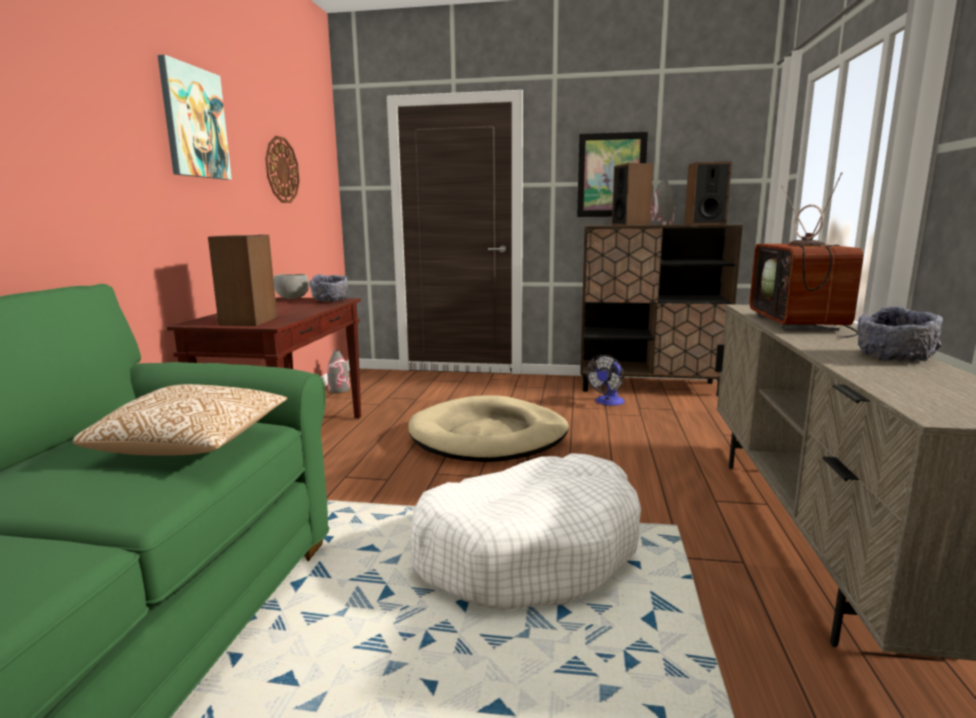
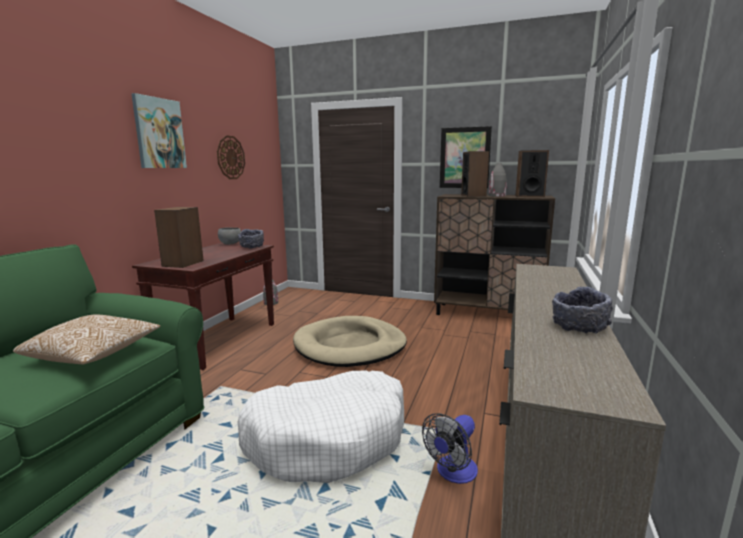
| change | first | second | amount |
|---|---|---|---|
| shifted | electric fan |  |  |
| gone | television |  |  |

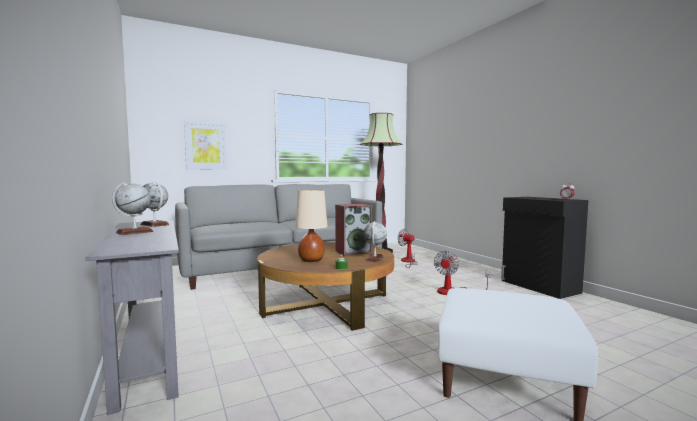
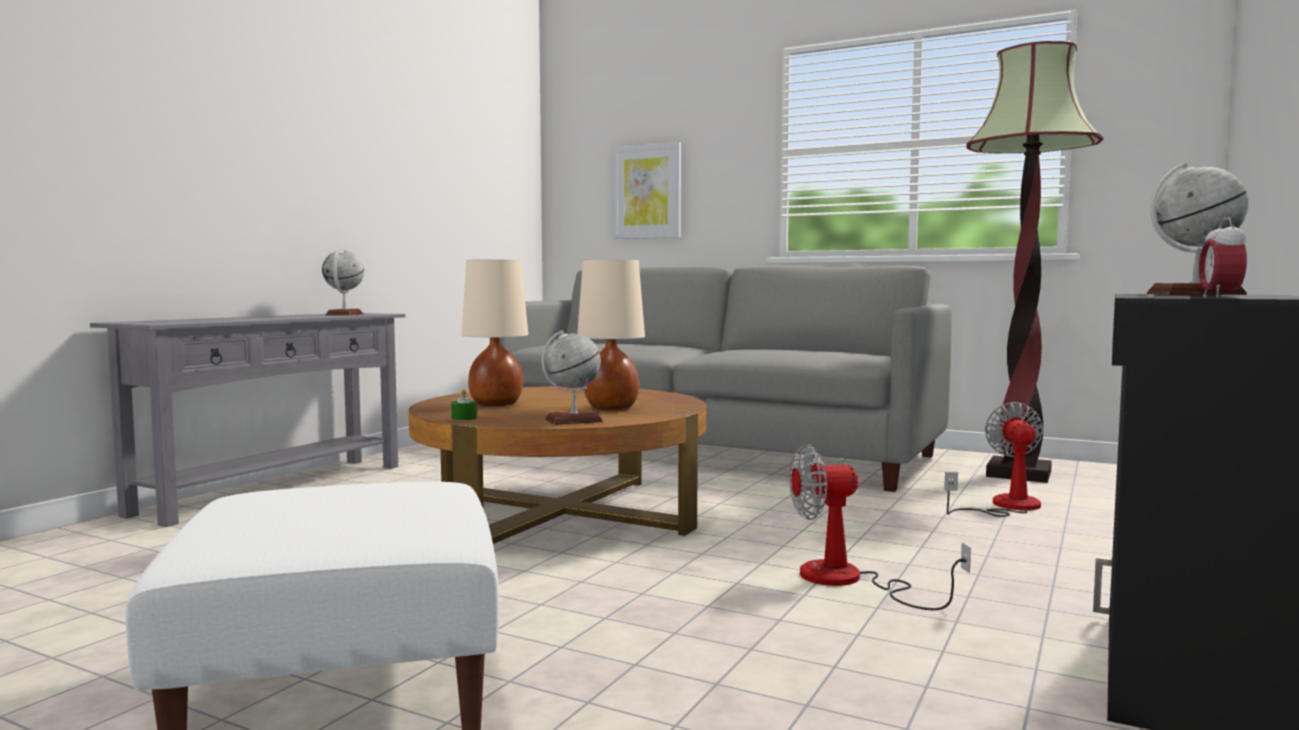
| change | first | second | amount |
|---|---|---|---|
| shifted | world globe (no. 1 from left in the first image) | world globe (no. 3 from left) |  |
| swapped | speaker | sand-coloured tabletop lamp (no. 2 from left) |  |

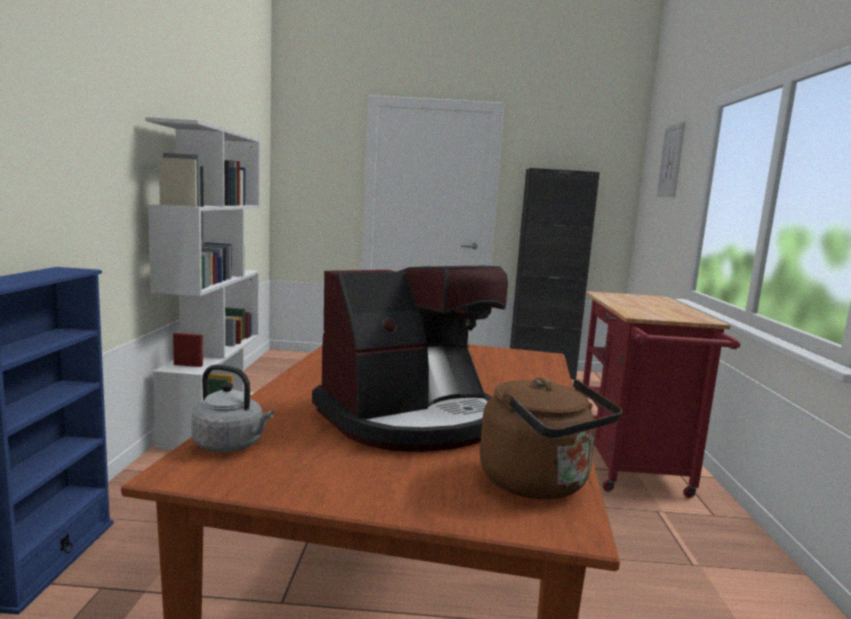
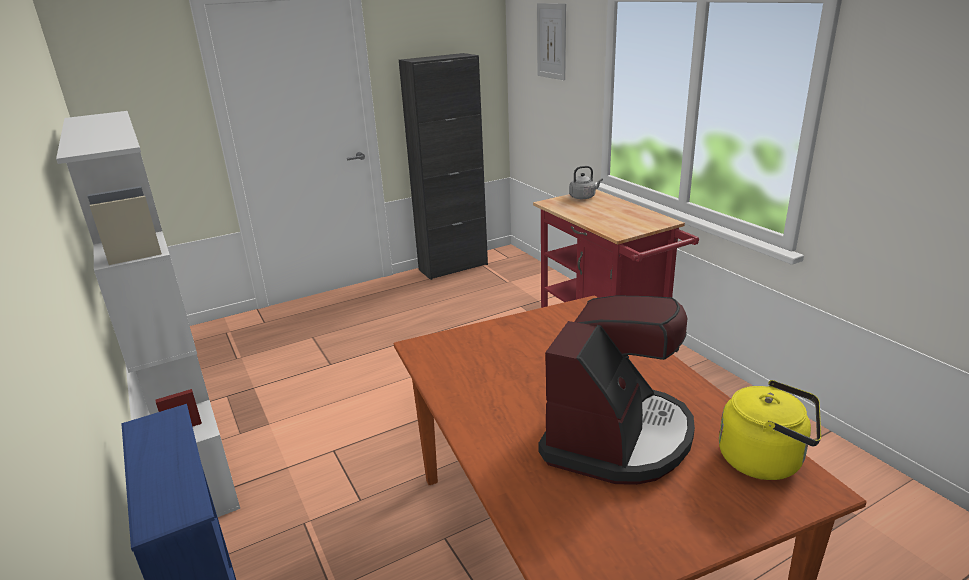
| change | first | second | amount |
|---|---|---|---|
| shifted | gray water kettle |  |  |
| repainted | brown water kettle | yellow-coloured water kettle |  |

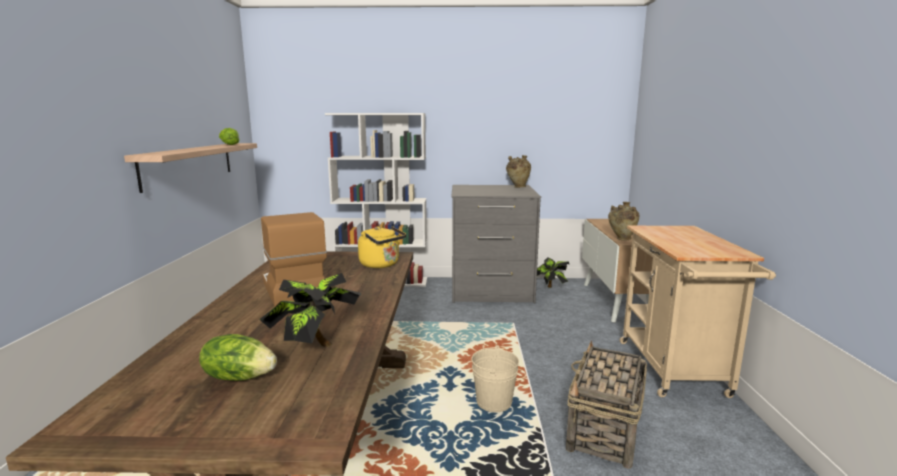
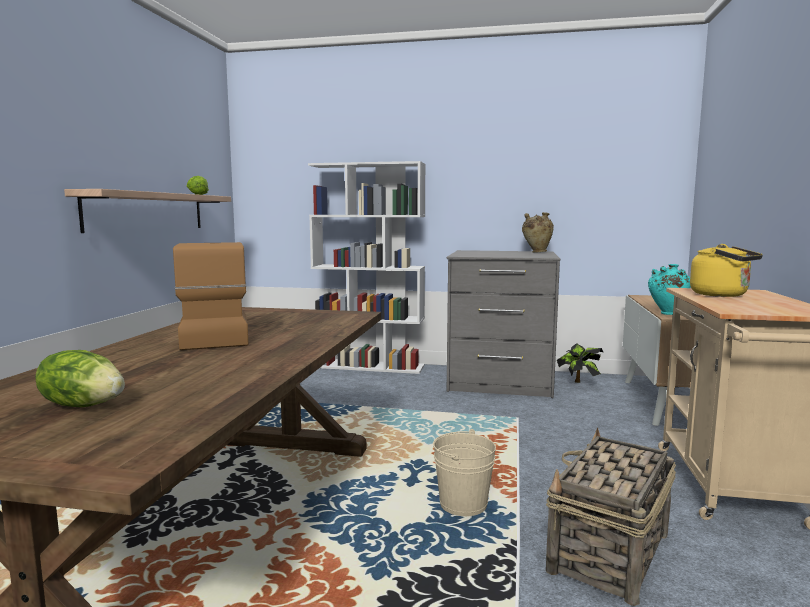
| change | first | second | amount |
|---|---|---|---|
| gone | potted plant (no. 1 from left) |  |  |
| shifted | yellow-coloured water kettle |  |  |
| repainted | sand-coloured vase (no. 2 from left) | turquoise-coloured vase |  |

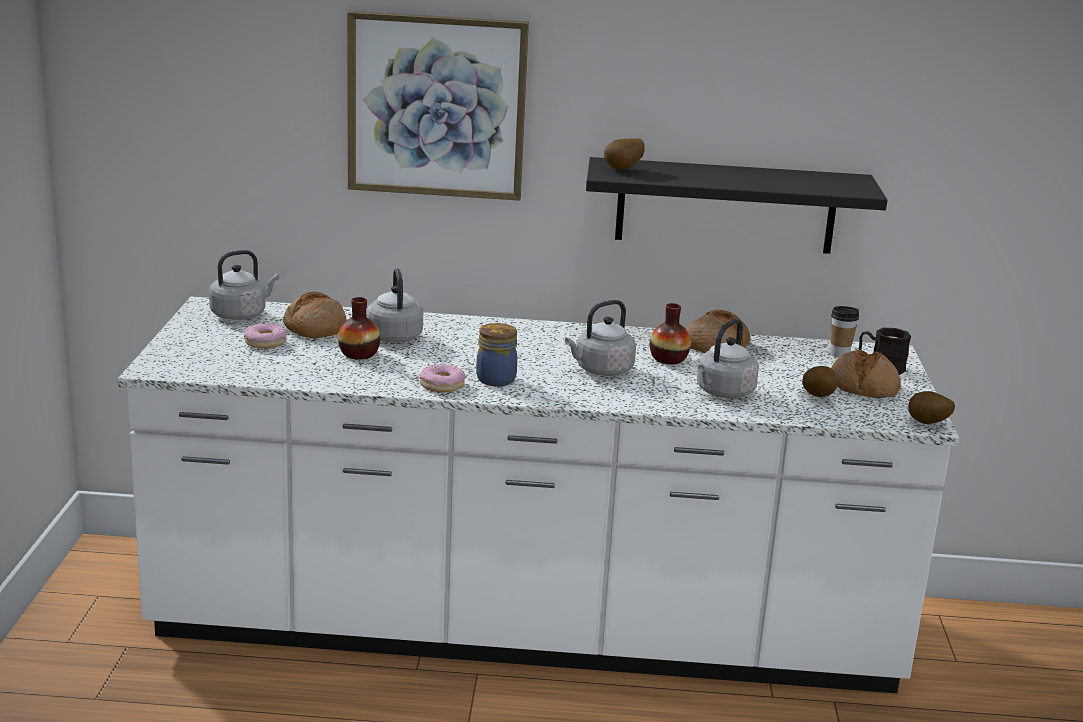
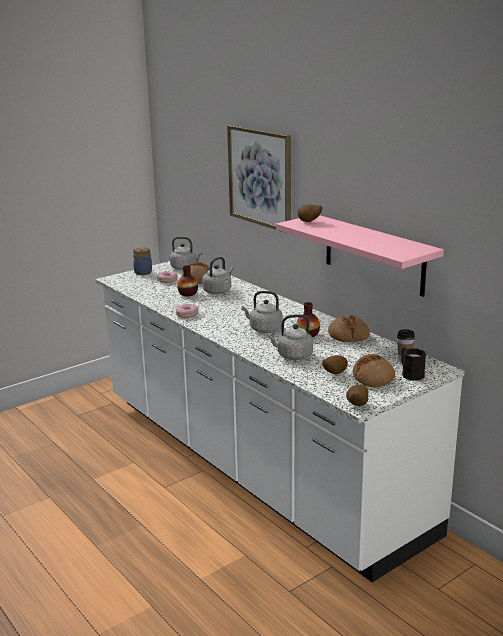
| change | first | second | amount |
|---|---|---|---|
| shifted | preserve jar |  |  |
| repainted | blackish shelf | pink shelf |  |

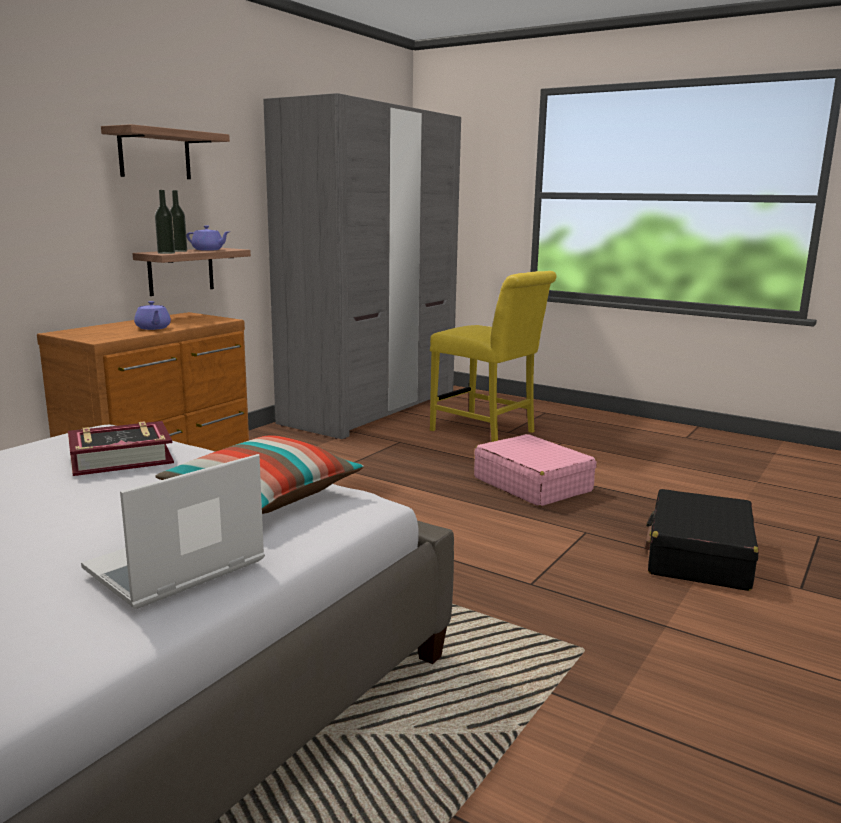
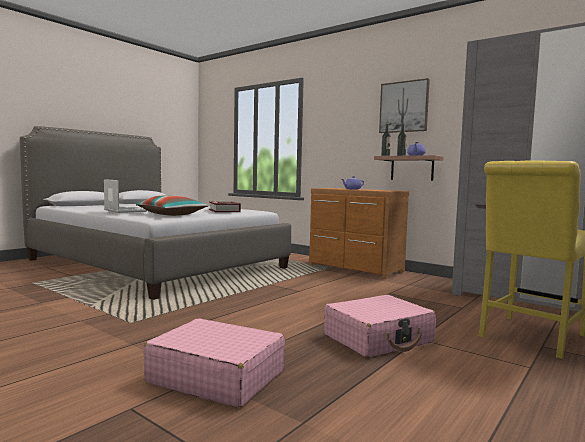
| change | first | second | amount |
|---|---|---|---|
| swapped | shelf (no. 1 from left) | wall art |  |
| repainted | blackish piece of luggage | pink piece of luggage (no. 1 from left) |  |

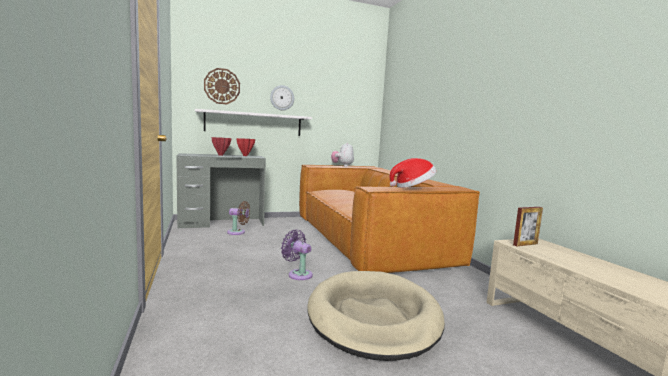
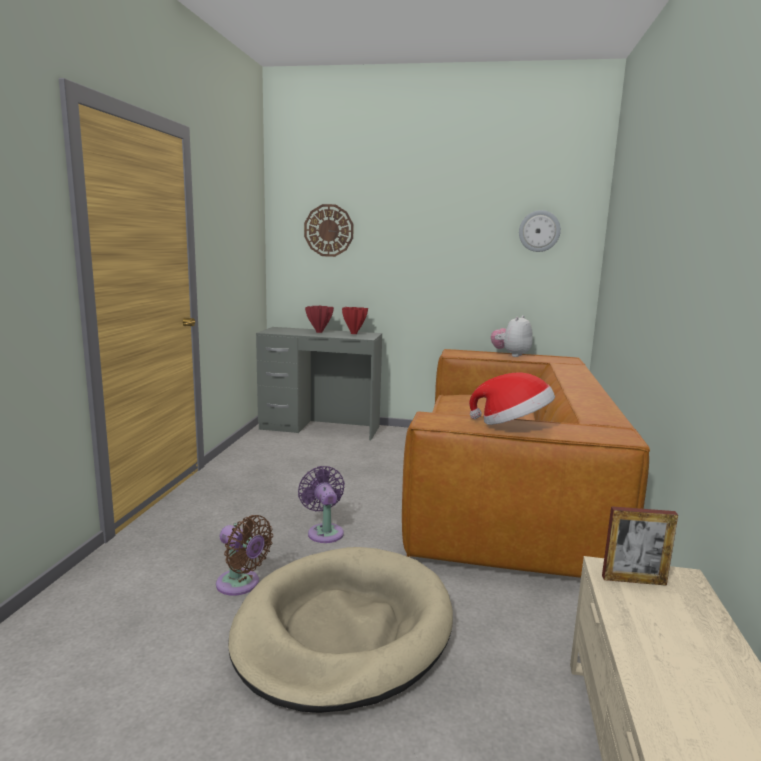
| change | first | second | amount |
|---|---|---|---|
| gone | whitish shelf |  |  |
| shifted | brown electric fan |  |  |
| shifted | wall clock (no. 2 from left) |  |  |

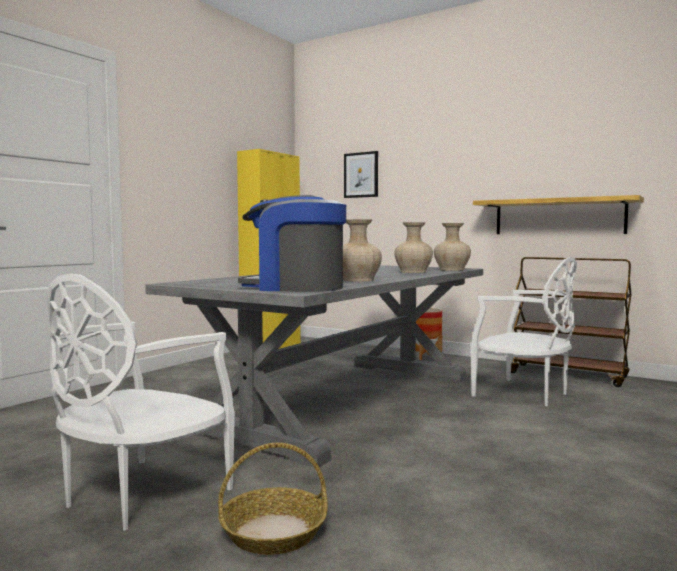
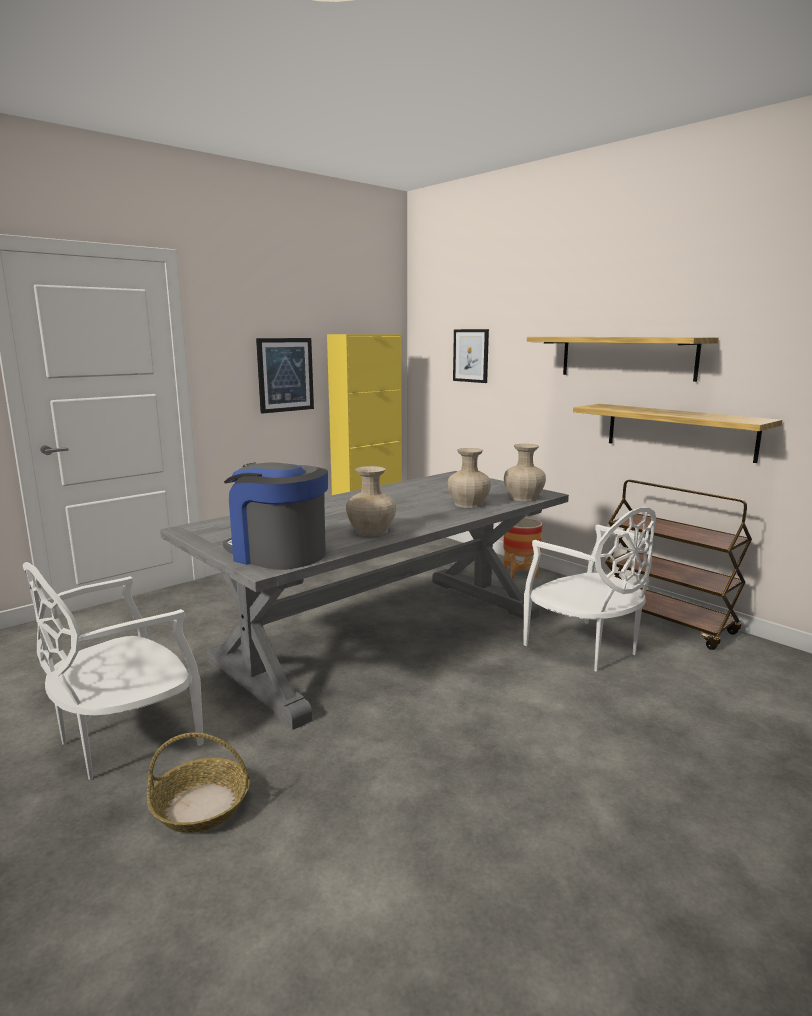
| change | first | second | amount |
|---|---|---|---|
| new |  | wall art (no. 1 from left) |  |
| new |  | shelf (no. 1 from left) |  |

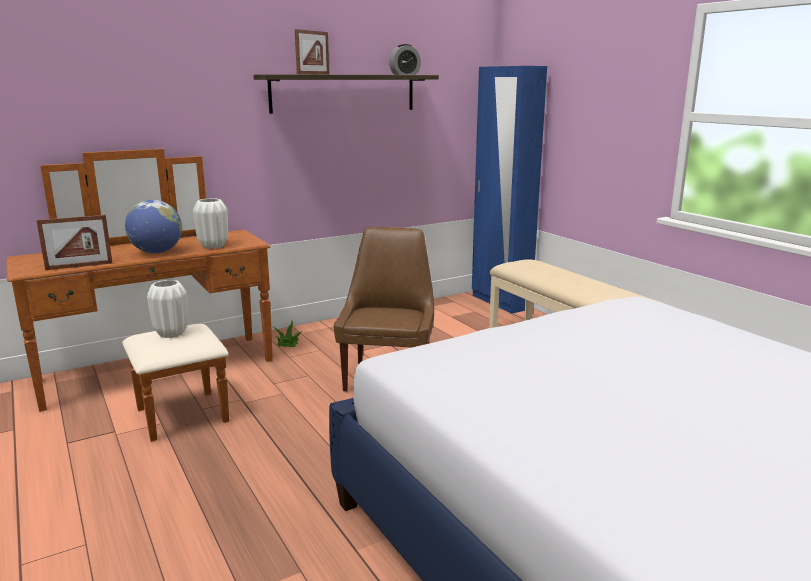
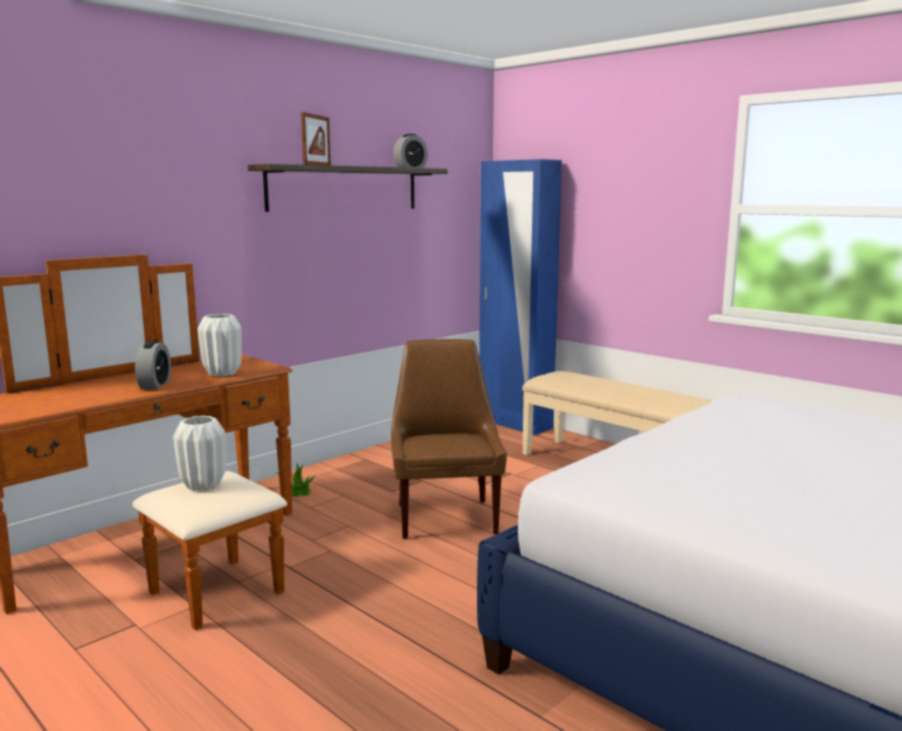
| change | first | second | amount |
|---|---|---|---|
| gone | photo frame (no. 1 from left) |  |  |
| swapped | world globe | bedside clock (no. 1 from left) |  |

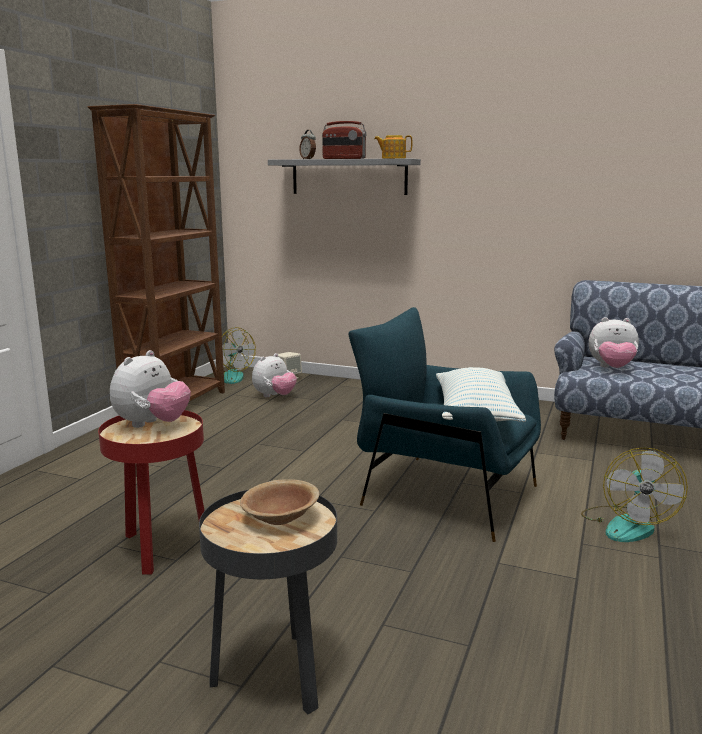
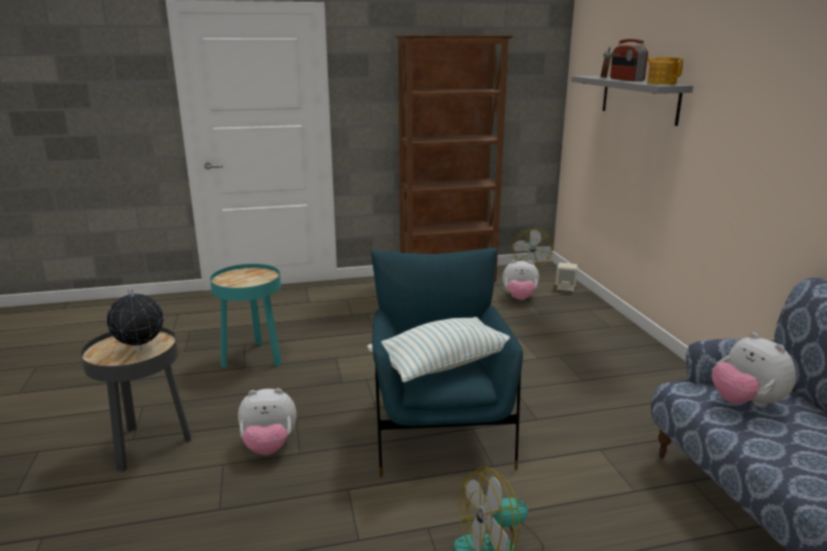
| change | first | second | amount |
|---|---|---|---|
| repainted | reddish side table | turquoise-coloured side table |  |
| shifted | soft toy (no. 1 from left) |  |  |
| swapped | brown deep dish | world globe |  |

